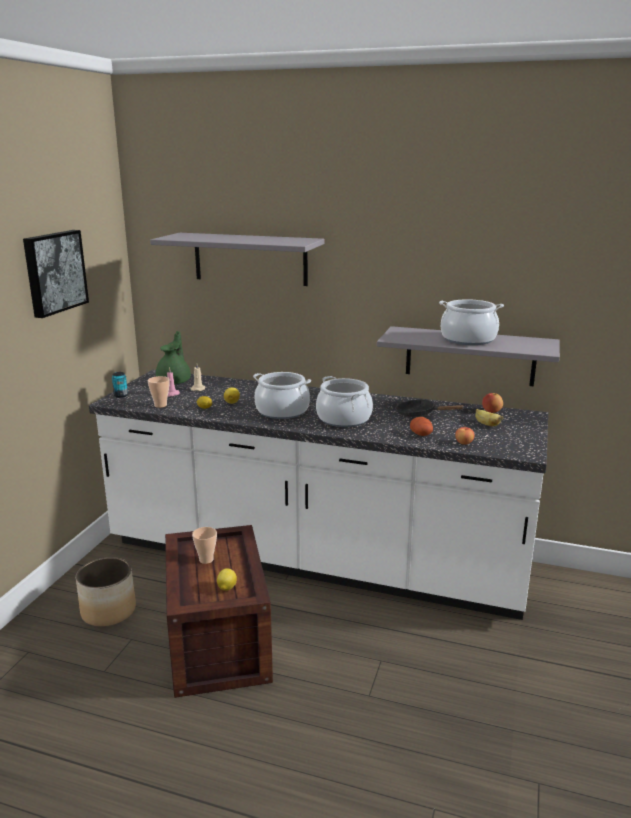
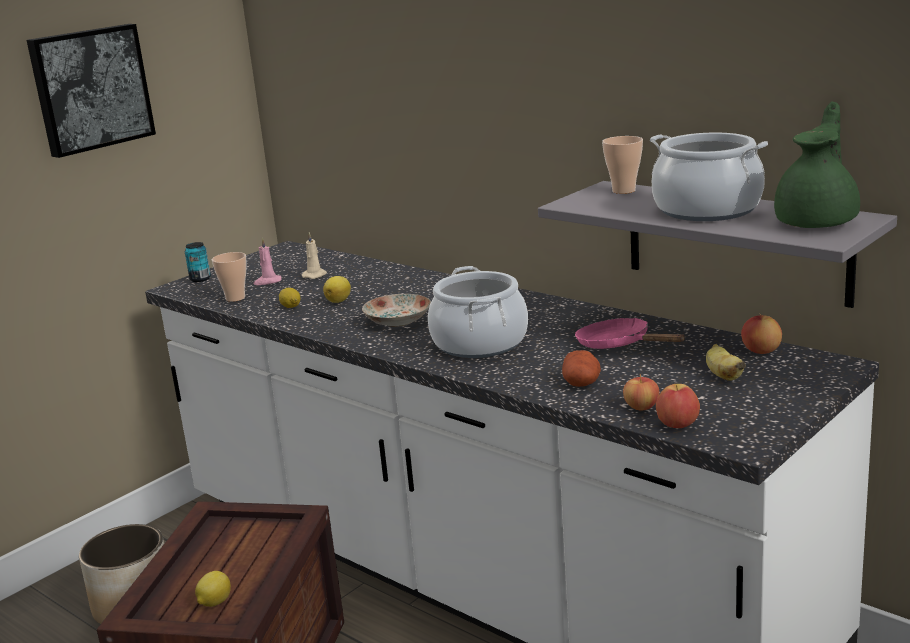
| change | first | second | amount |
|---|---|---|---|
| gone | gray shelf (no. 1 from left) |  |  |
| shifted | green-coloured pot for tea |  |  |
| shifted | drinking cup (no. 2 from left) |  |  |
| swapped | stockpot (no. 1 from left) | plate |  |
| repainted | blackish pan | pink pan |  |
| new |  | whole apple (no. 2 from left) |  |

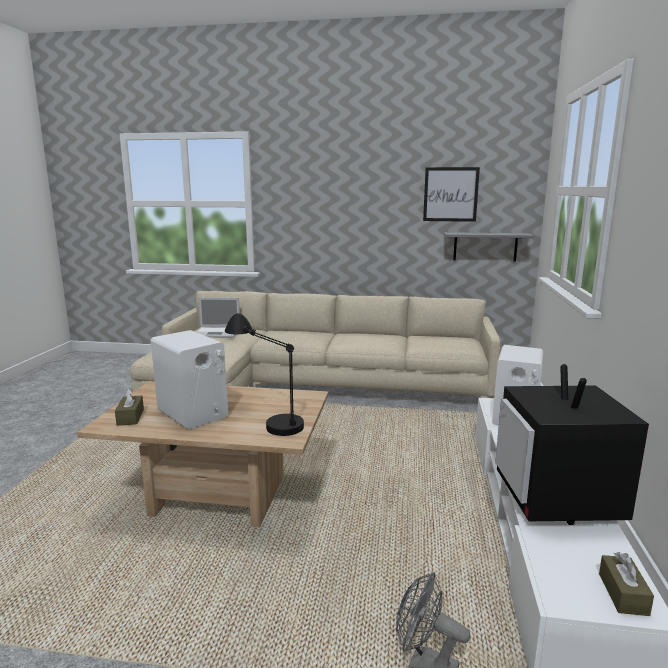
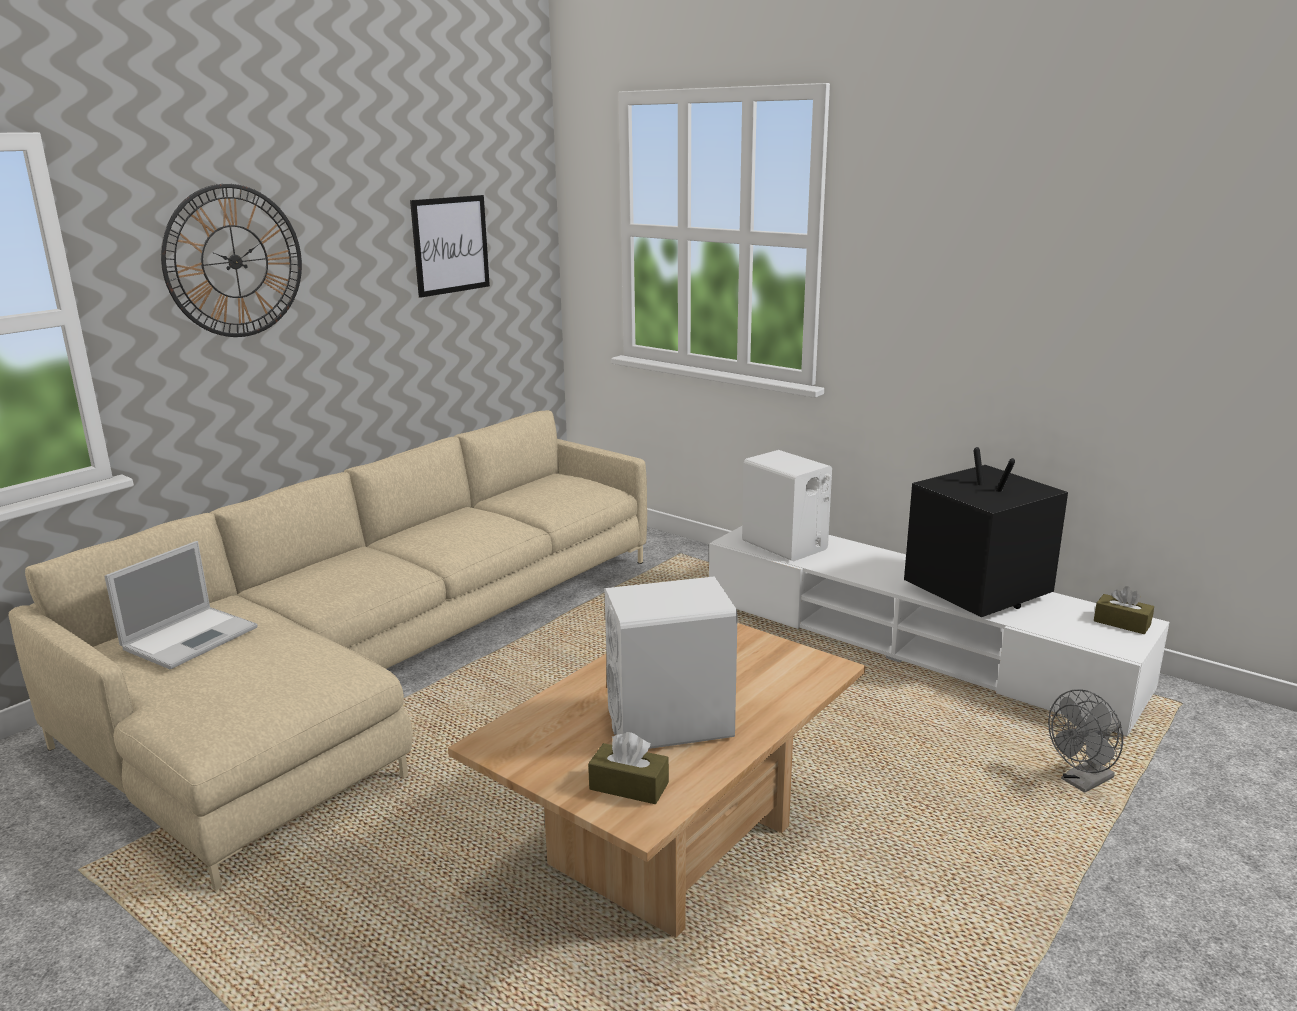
| change | first | second | amount |
|---|---|---|---|
| gone | blackish tabletop lamp |  |  |
| gone | gray shelf |  |  |
| rotated | television |  | 150 degrees counterclockwise |
| new |  | wall clock |  |

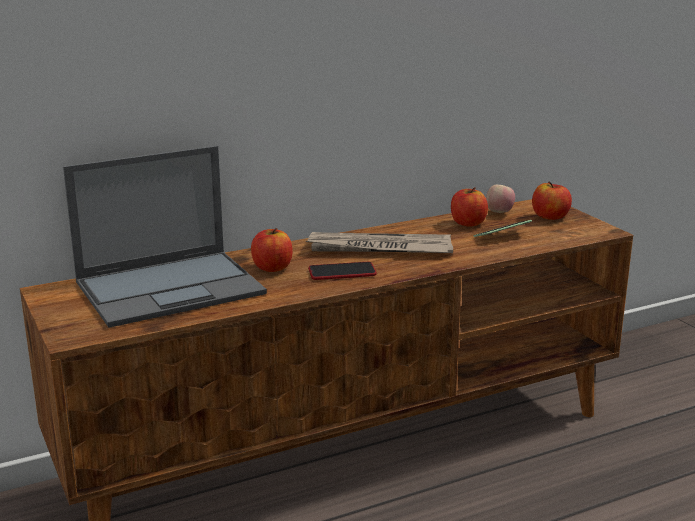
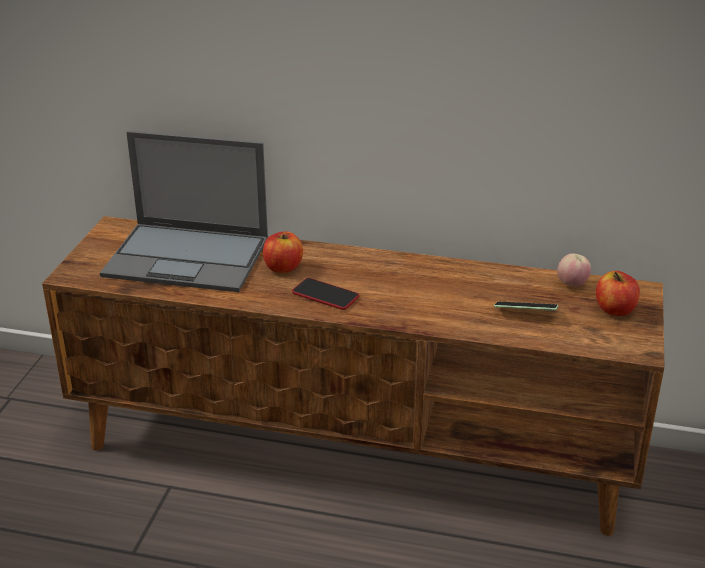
| change | first | second | amount |
|---|---|---|---|
| gone | daily paper |  |  |
| gone | whole apple (no. 2 from left) |  |  |

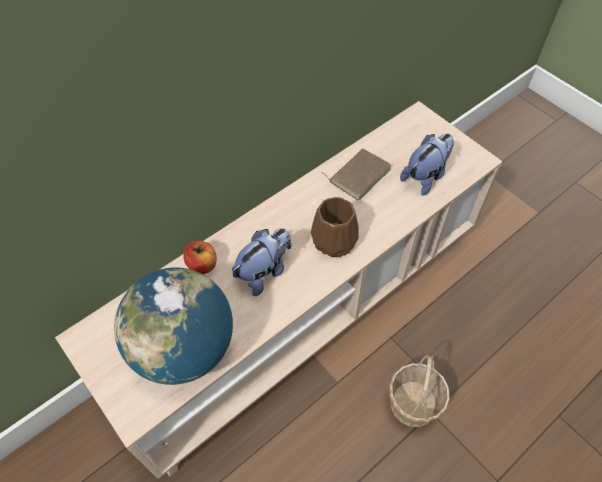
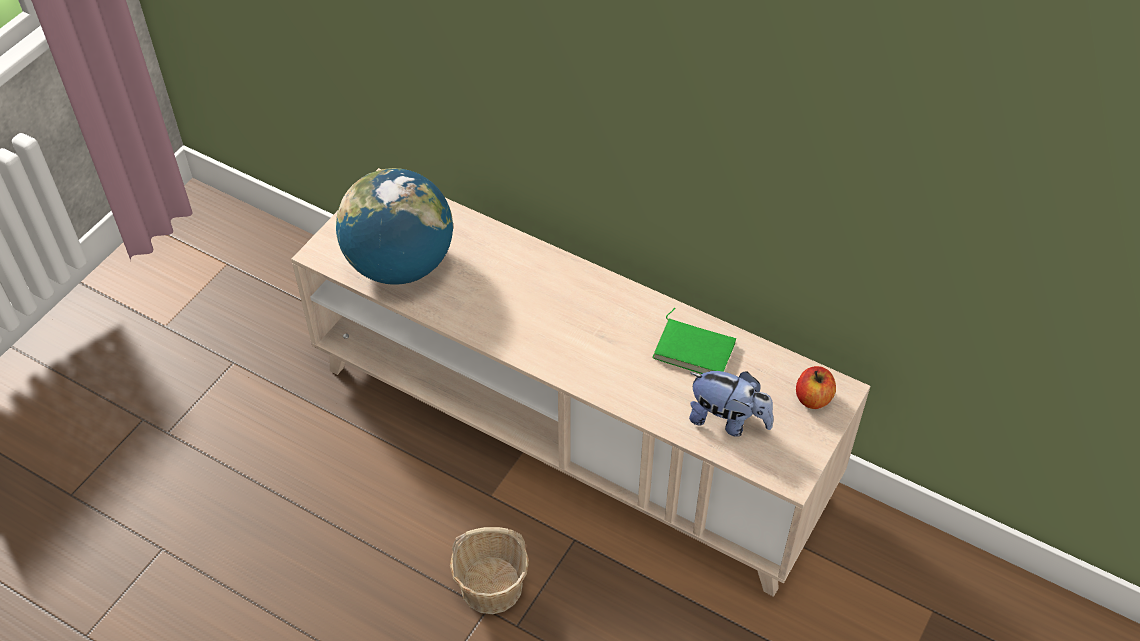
| change | first | second | amount |
|---|---|---|---|
| shifted | whole apple |  |  |
| gone | soft toy (no. 1 from left) |  |  |
| gone | brown vase |  |  |
| repainted | brown book | green-coloured book |  |

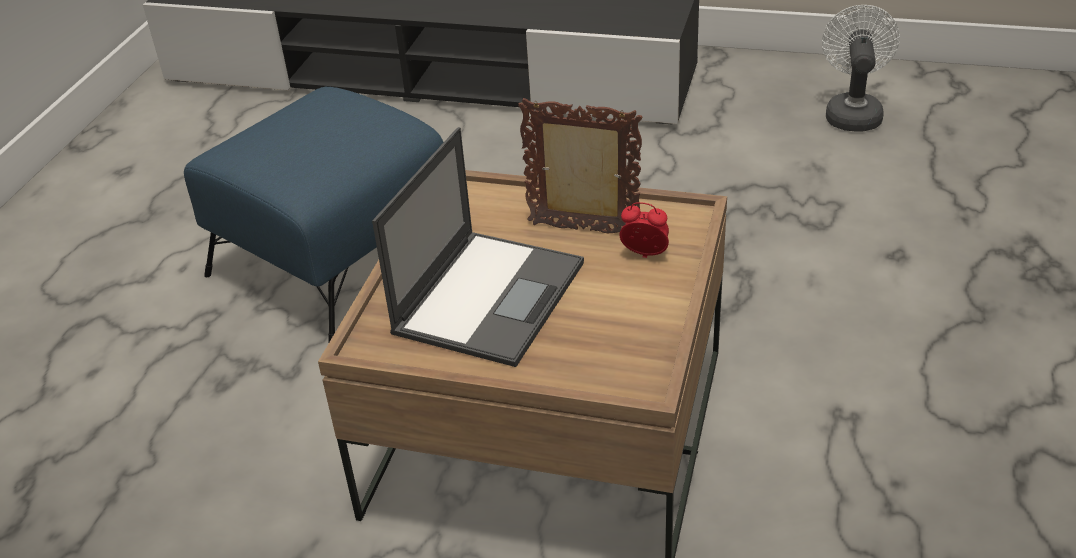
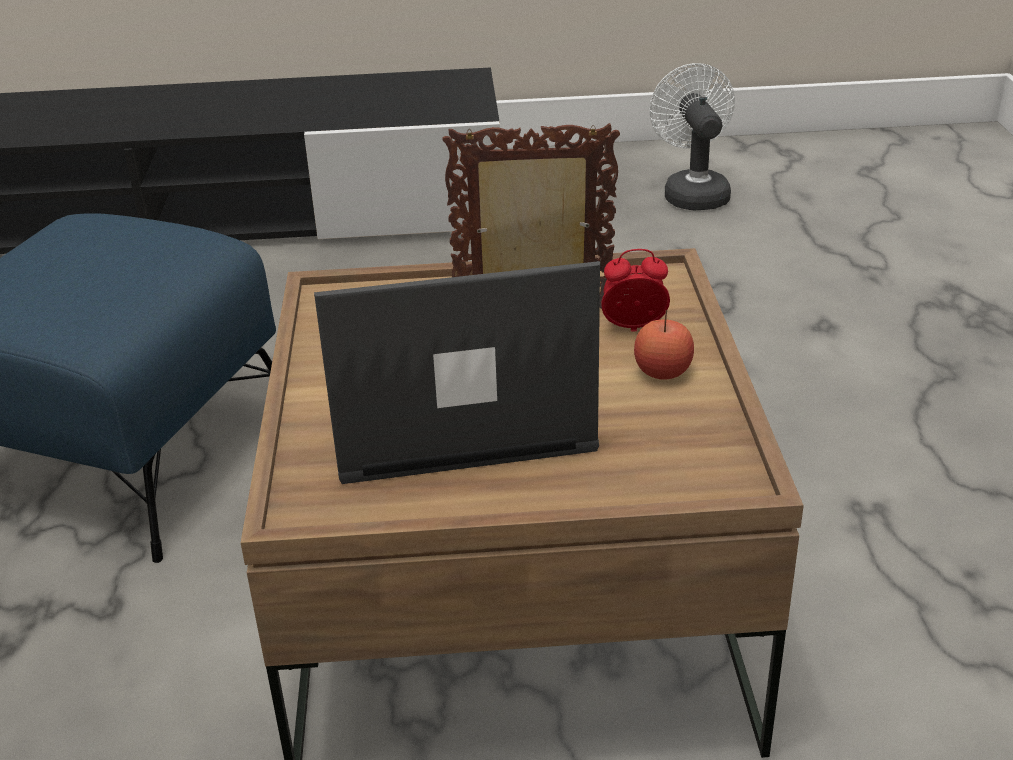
| change | first | second | amount |
|---|---|---|---|
| rotated | notebook computer |  | 105 degrees counterclockwise |
| new |  | whole apple |  |

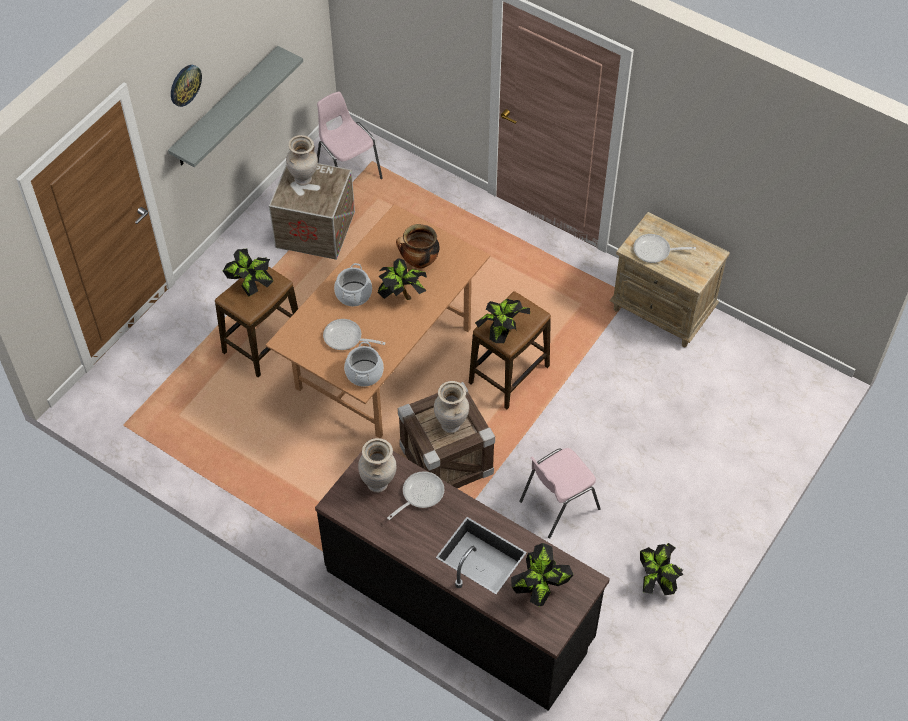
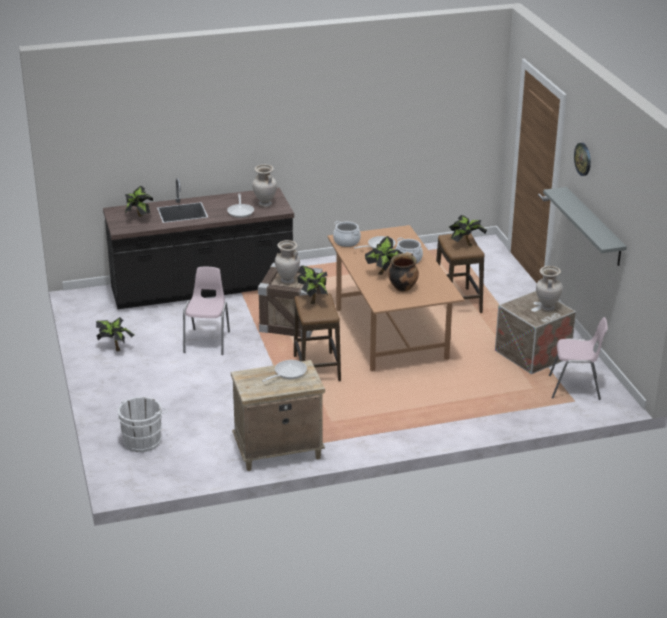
| change | first | second | amount |
|---|---|---|---|
| new |  | whitish pail |  |

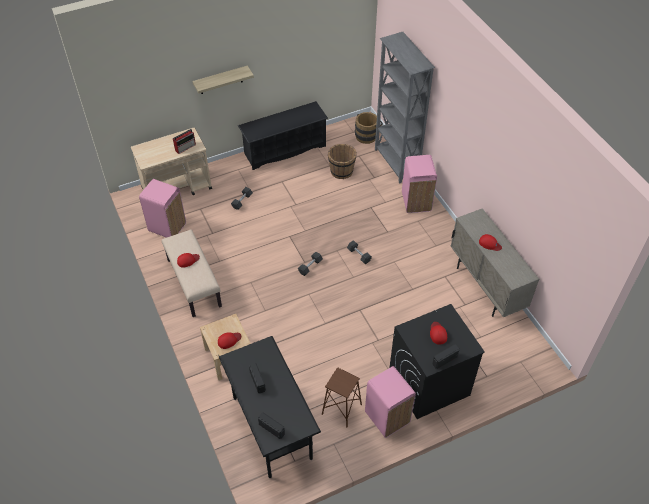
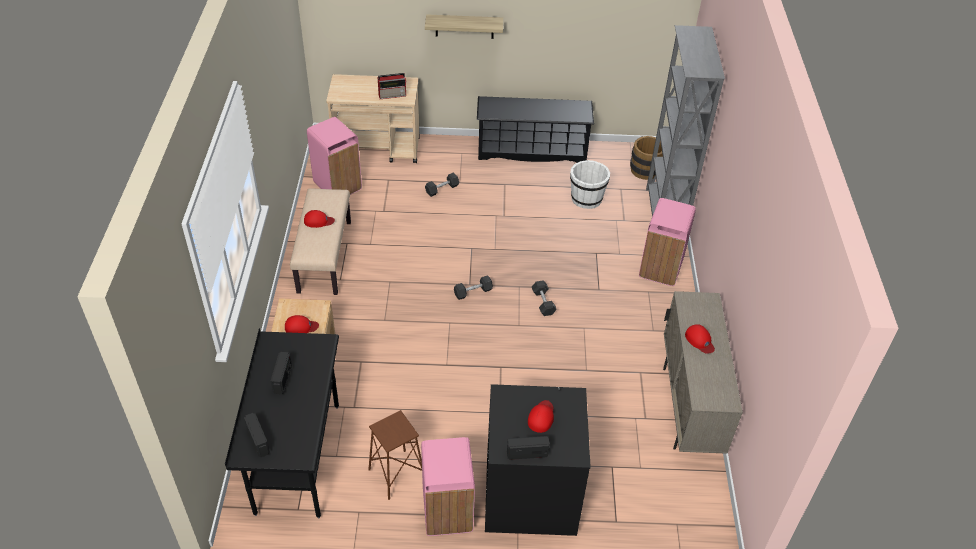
| change | first | second | amount |
|---|---|---|---|
| repainted | brown pail (no. 1 from left) | whitish pail |  |

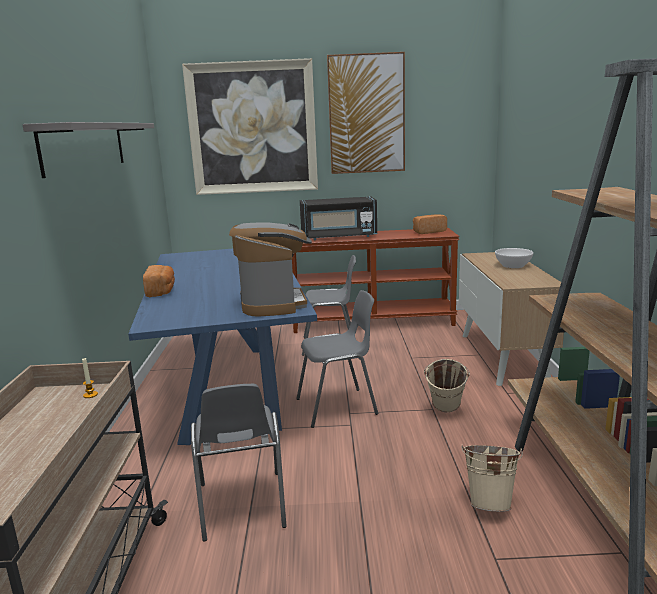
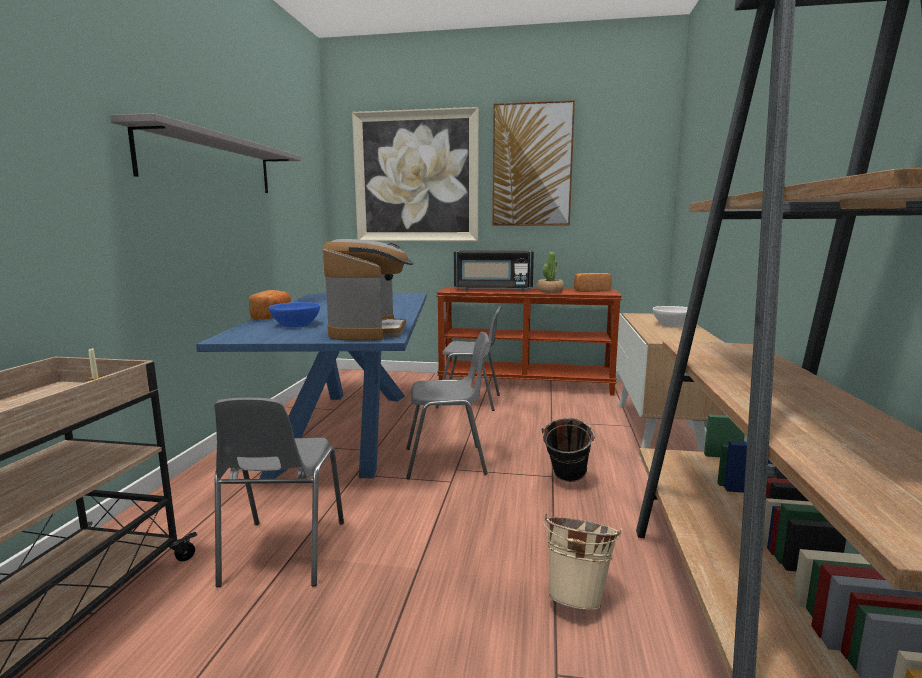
| change | first | second | amount |
|---|---|---|---|
| repainted | sand-coloured pail (no. 1 from left) | blackish pail |  |
| new |  | blue deep dish |  |
| new |  | potted plant |  |

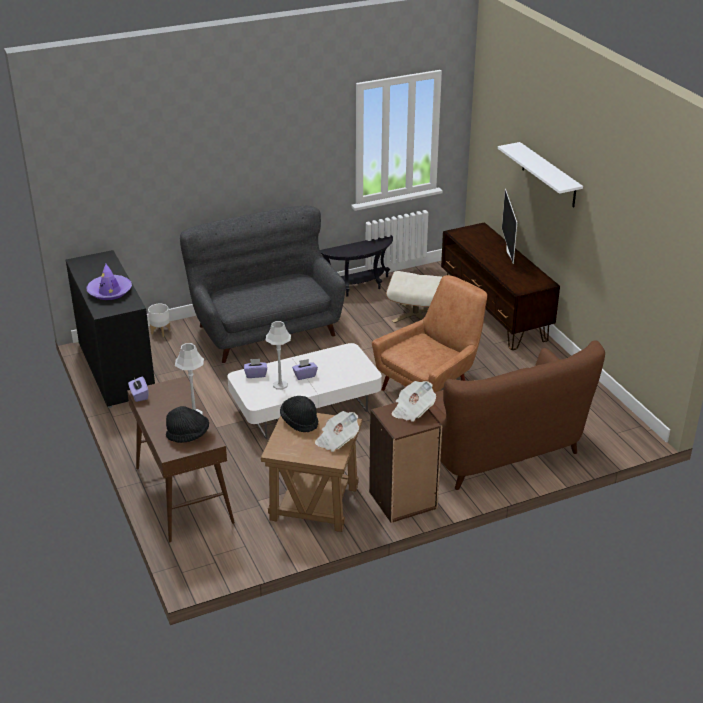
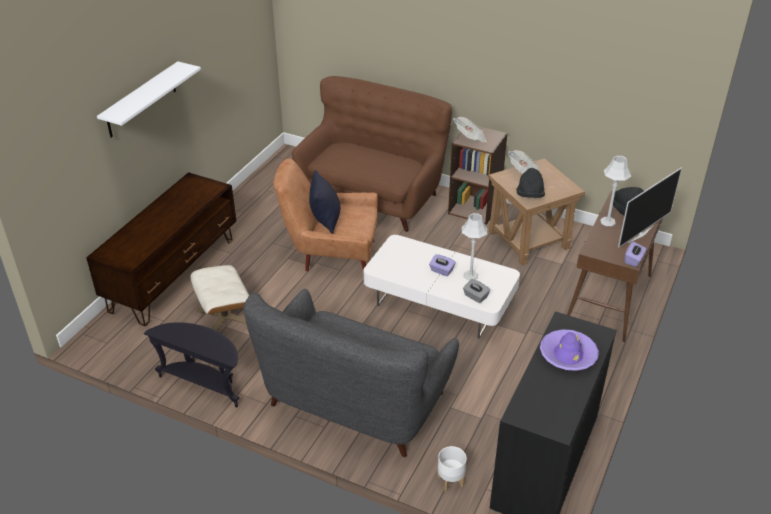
| change | first | second | amount |
|---|---|---|---|
| repainted | purple-coloured box of tissues (no. 2 from left) | gray box of tissues |  |
| shifted | television |  |  |
| new |  | blackish throw pillow |  |

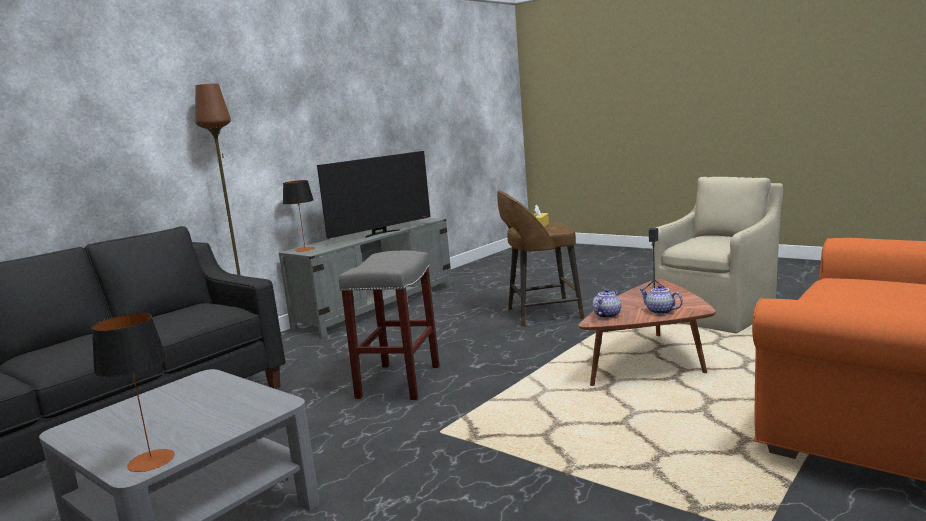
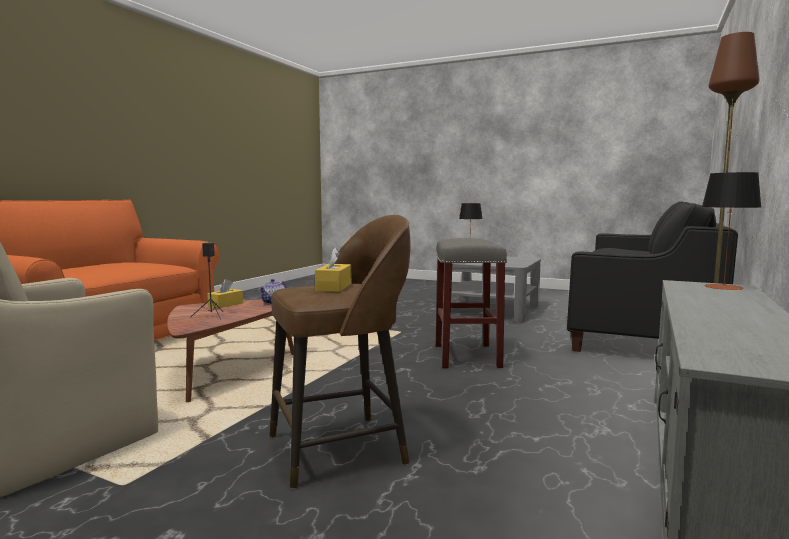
| change | first | second | amount |
|---|---|---|---|
| gone | television |  |  |
| swapped | pot for tea (no. 2 from left) | yellow-coloured box of tissues (no. 1 from left) |  |

